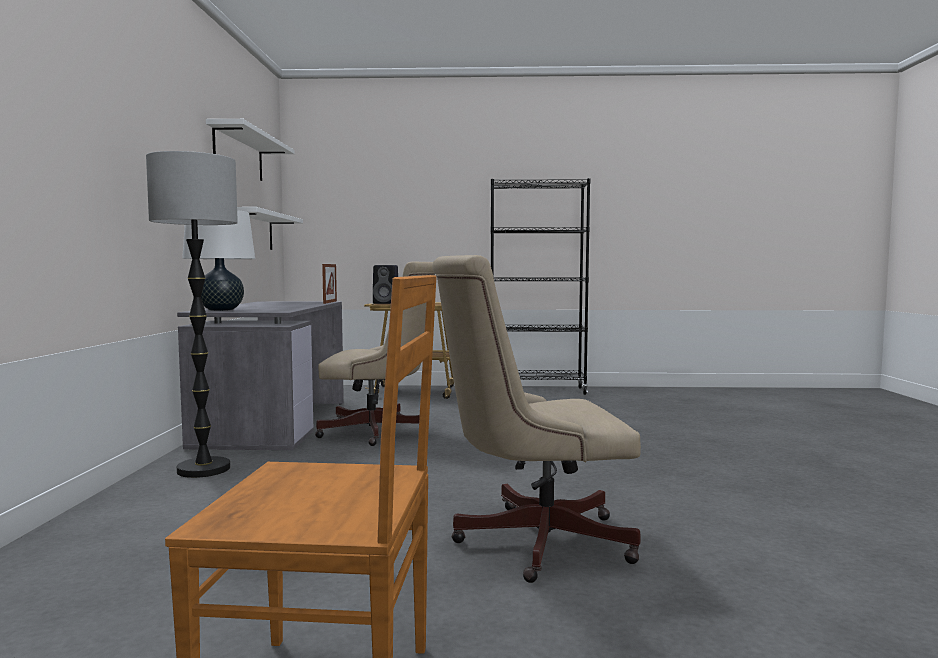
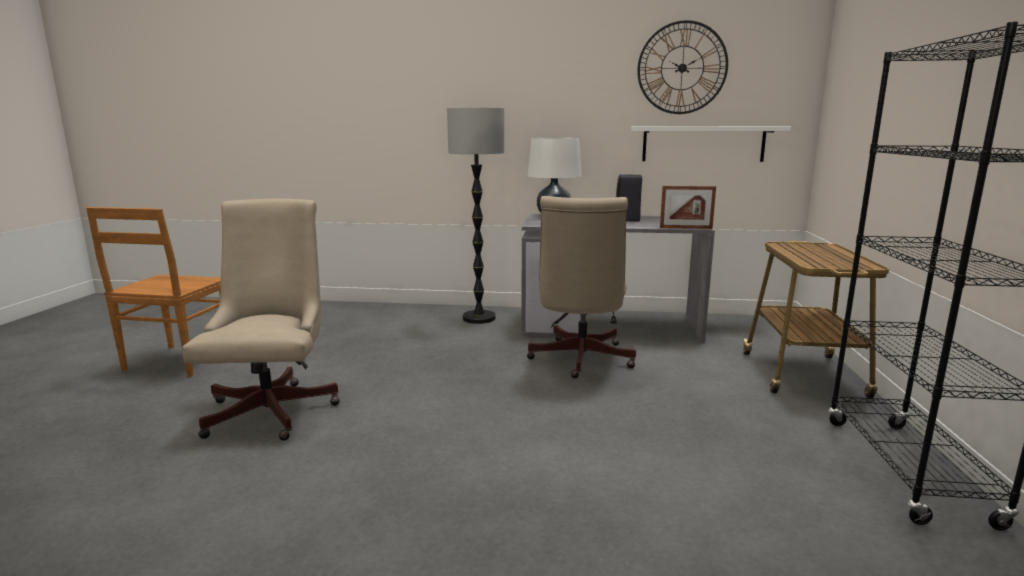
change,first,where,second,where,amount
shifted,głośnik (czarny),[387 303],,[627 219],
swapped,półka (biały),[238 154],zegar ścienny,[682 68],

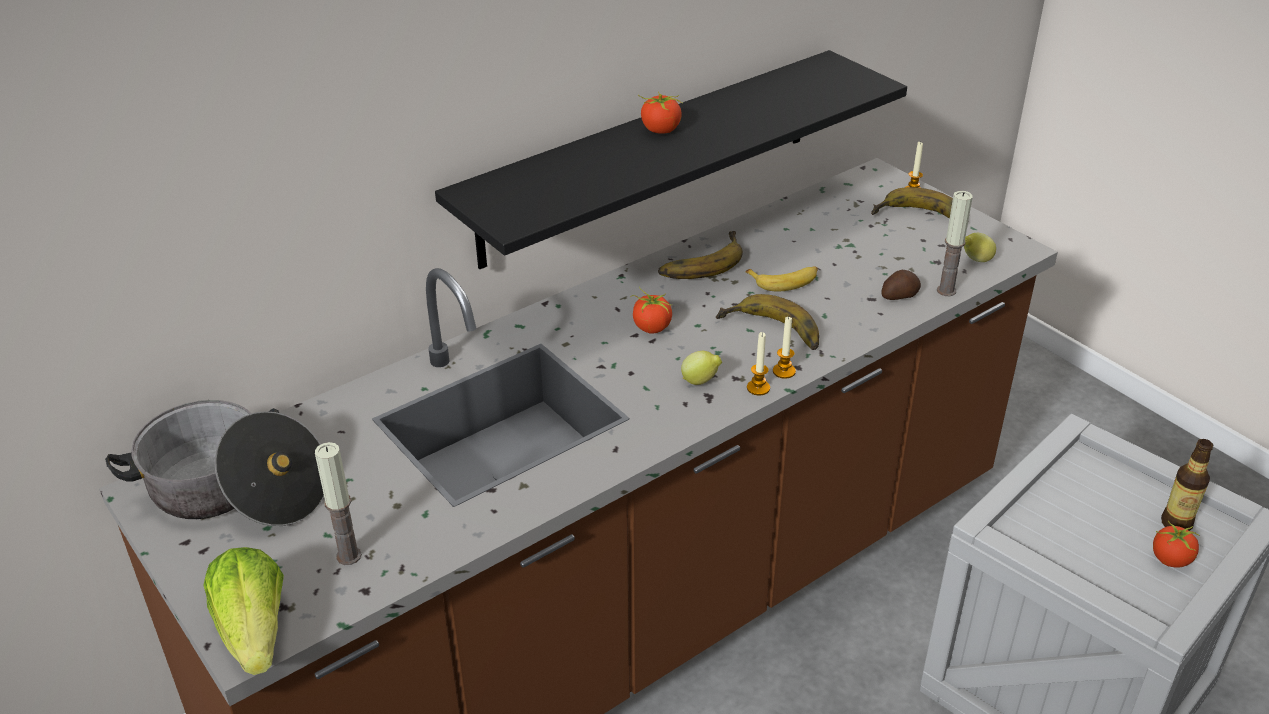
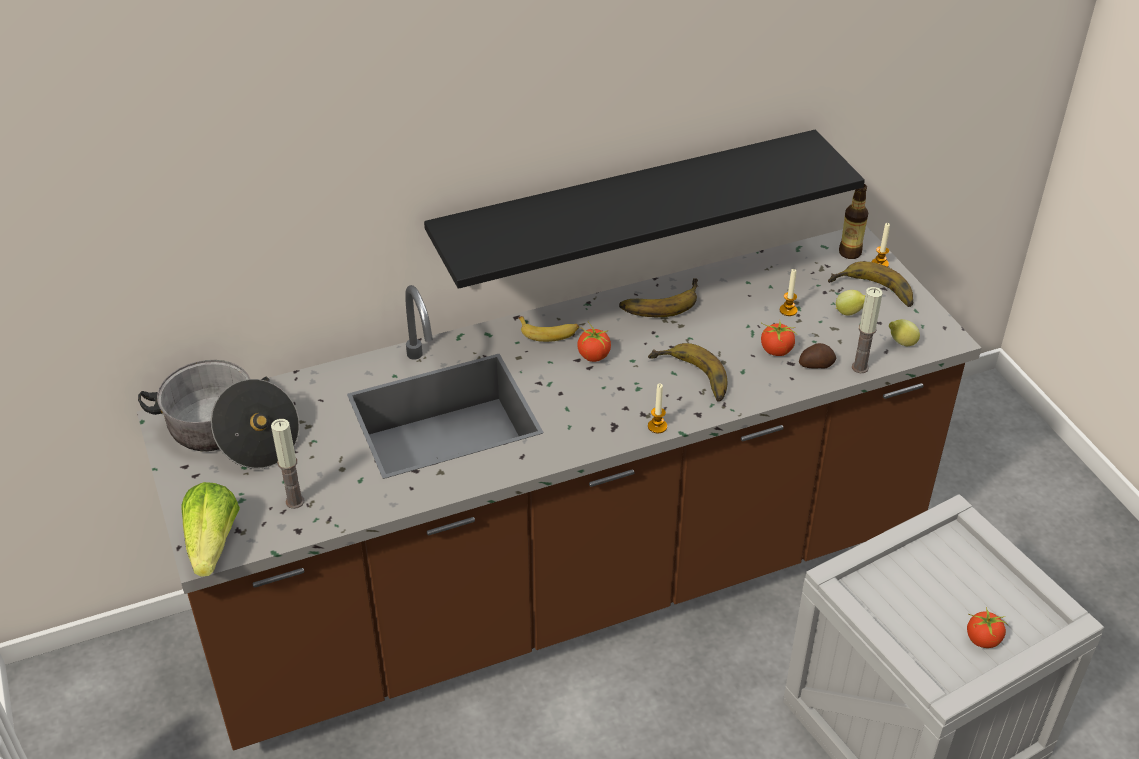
change,first,where,second,where,amount
shifted,banan,[785 281],,[549 332],
shifted,pomidor,[660 130],,[776 351],
shifted,świeca,[784 371],,[788 310],
shifted,cytryna,[701 381],,[849 313],
shifted,butelka,[1176 523],,[850 253],

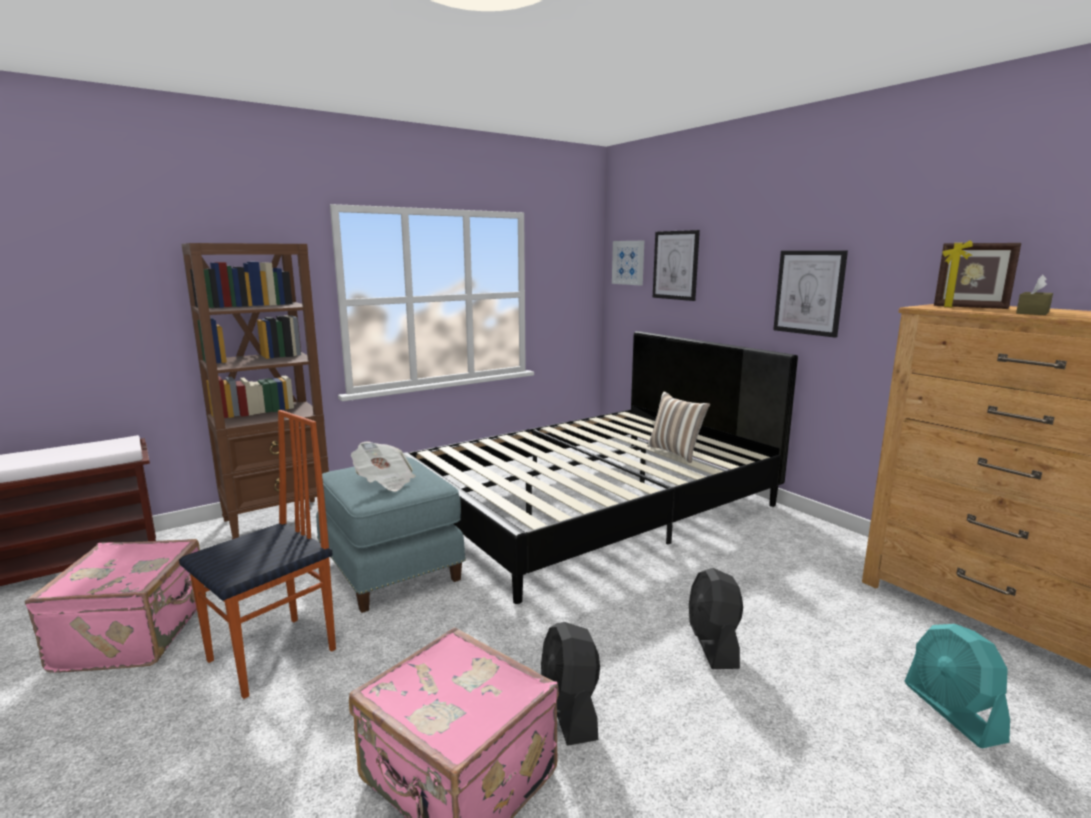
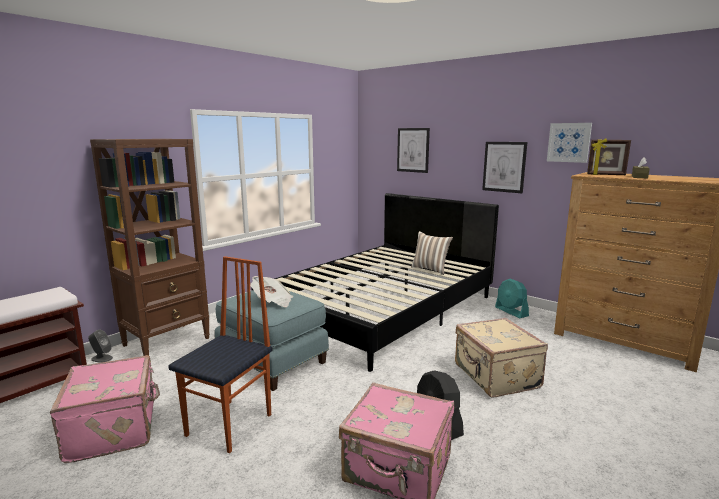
change,first,where,second,where,amount
new,,,głośnik (szary),[101 358],
swapped,wentylator (czarny),[713 644],walizka (beżowy),[495 377],
shifted,wentylator (turkusowy),[953 712],,[511 311],
shifted,obraz,[628 262],,[569 142],

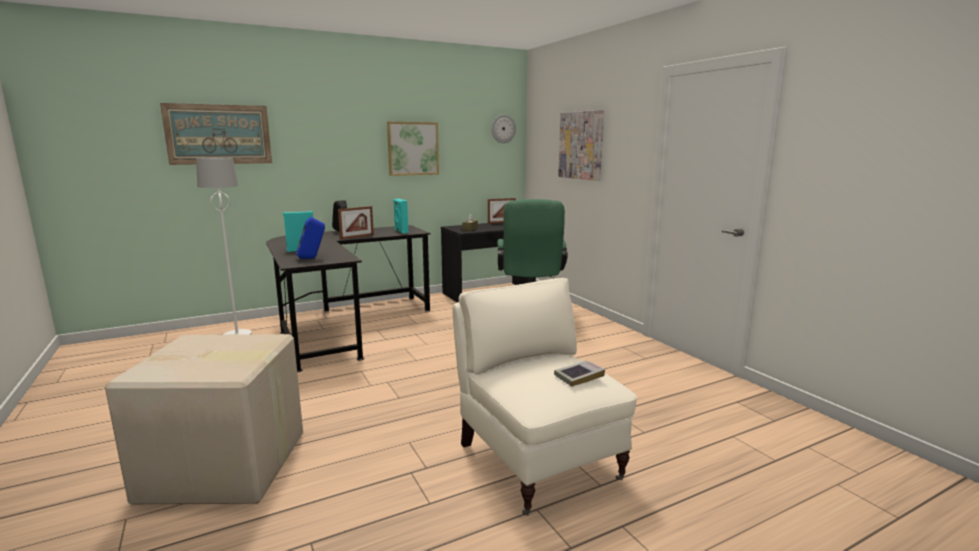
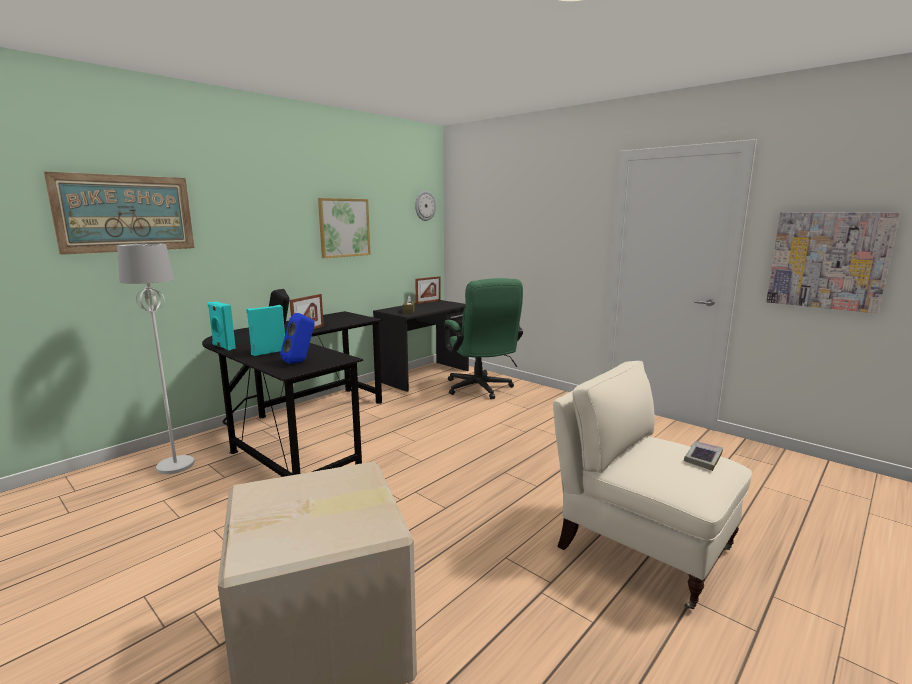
change,first,where,second,where,amount
shifted,głośnik (turkusowy),[400 231],,[223 347],
shifted,obraz,[581 145],,[828 260],

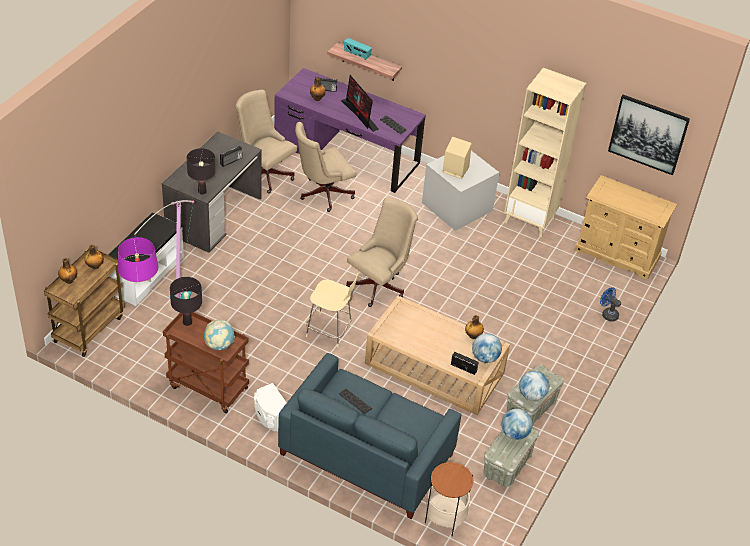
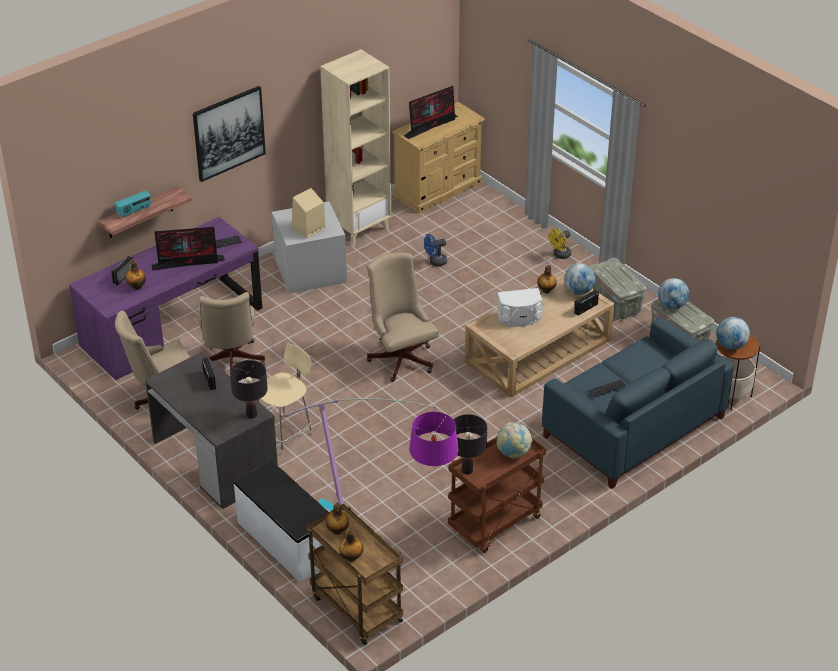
change,first,where,second,where,amount
shifted,obraz,[648 134],,[228 133],
shifted,krzesło (beżowy),[330 331],,[285 433],
new,,,monitor,[431 125],
shifted,wentylator (niebieski),[607 314],,[435 262],
shifted,głośnik (biały),[271 415],,[519 317],
new,,,wentylator (żółty),[560 255],
shifted,globus,[532 395],,[730 346],

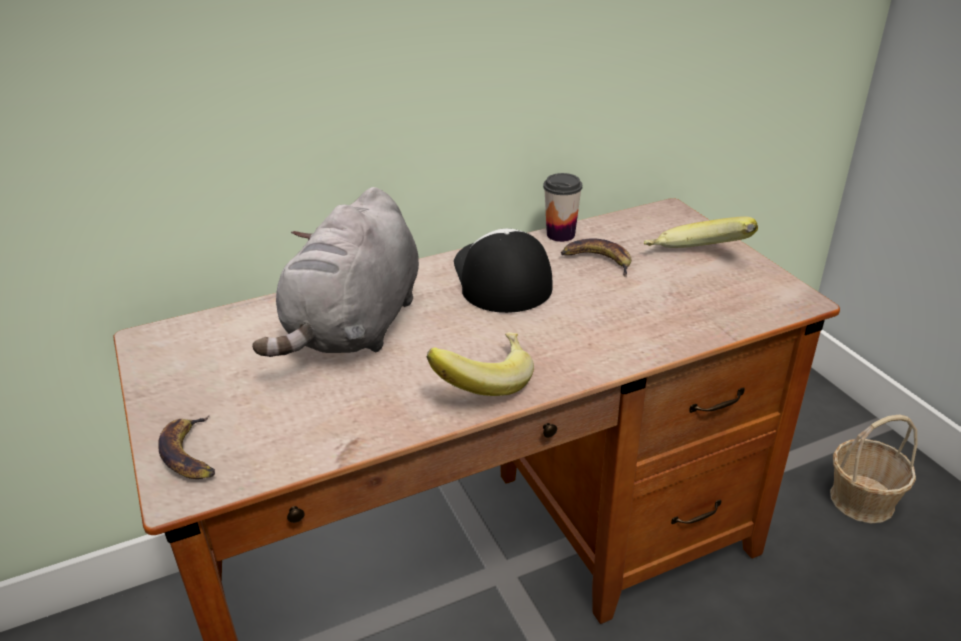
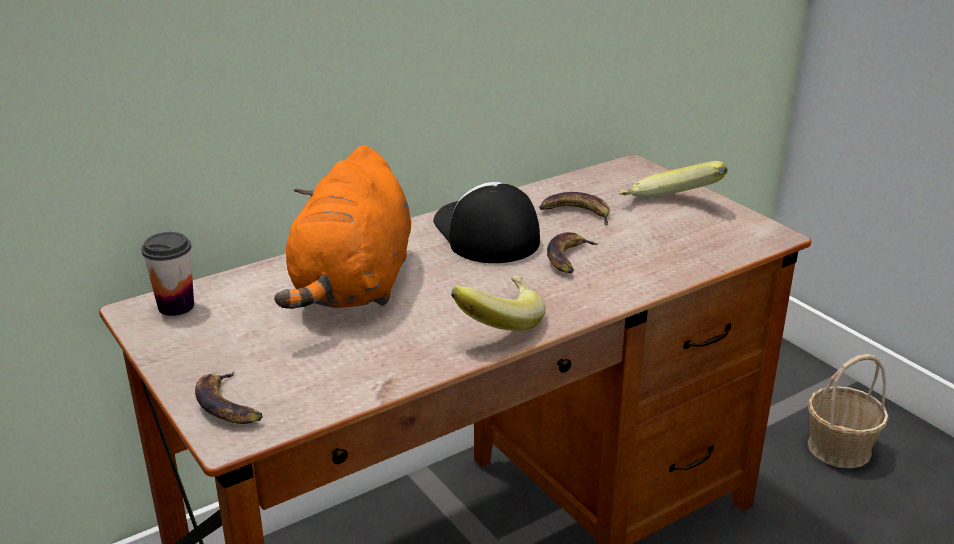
change,first,where,second,where,amount
shifted,filiżanka,[560 234],,[176 306],
repainted,pluszak (szary),[355 327],pluszak (pomarańczowy),[354 286],
new,,,banan,[569 258],

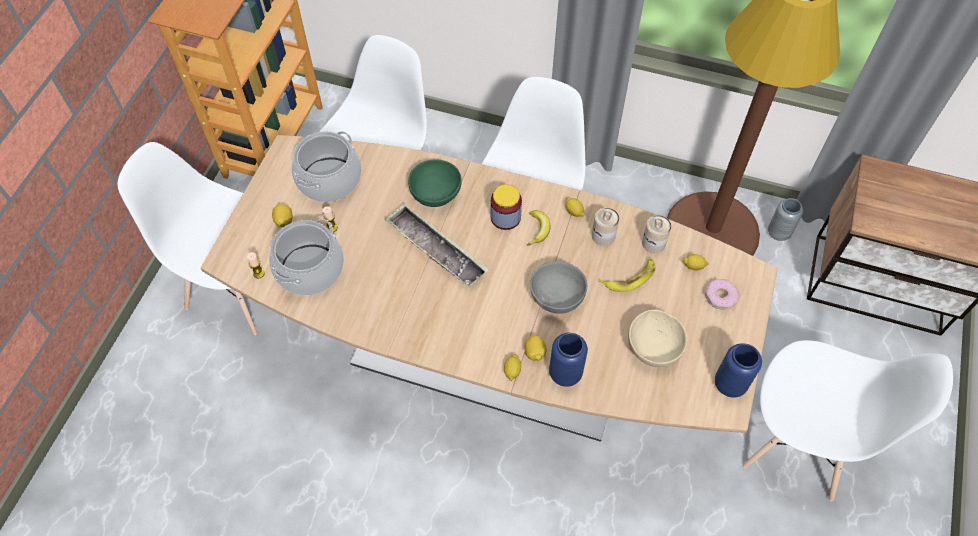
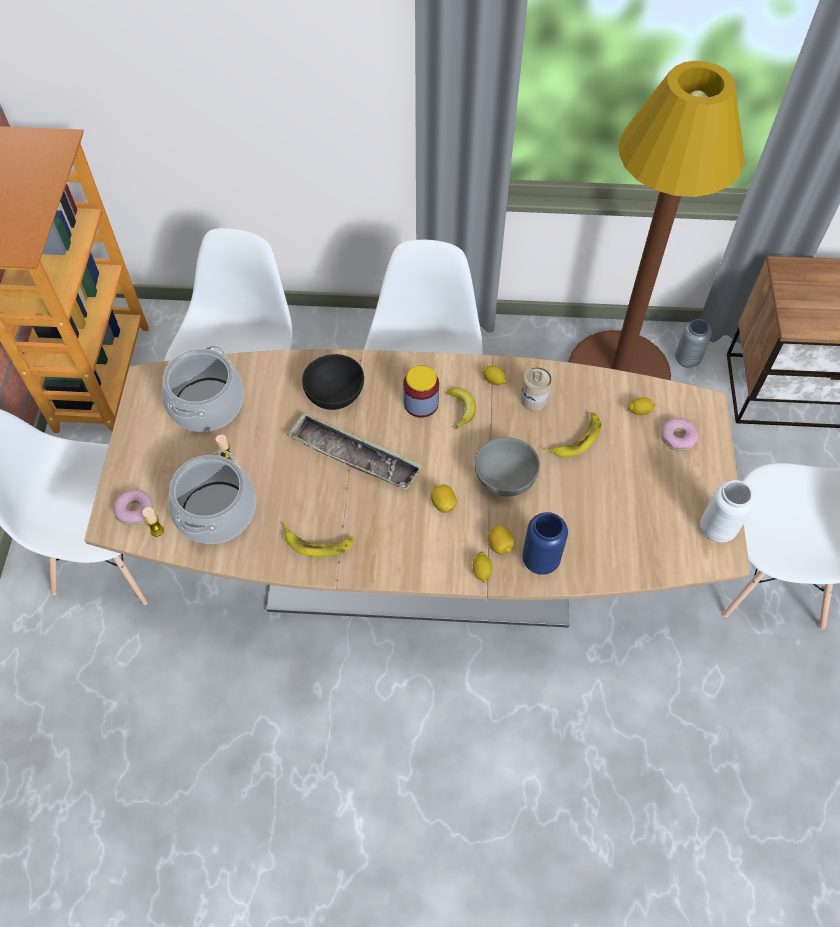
change,first,where,second,where,amount
new,,,donut,[134 510],
new,,,banan,[318 543],
repainted,miska (zielony),[437 195],miska (czarny),[336 395],
shifted,cytryna,[284 221],,[443 504],
repainted,wazon (niebieski),[730 384],wazon (biały),[717 529],
gone,miska (beżowy),[654 347],,,
gone,puszka,[653 243],,,

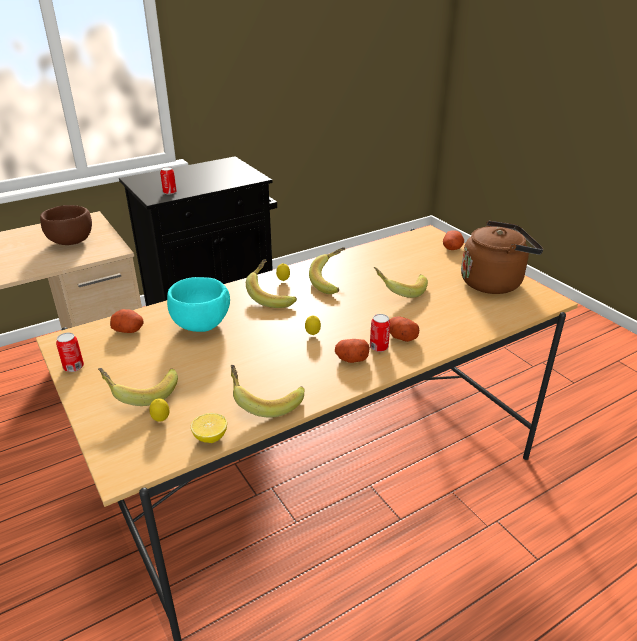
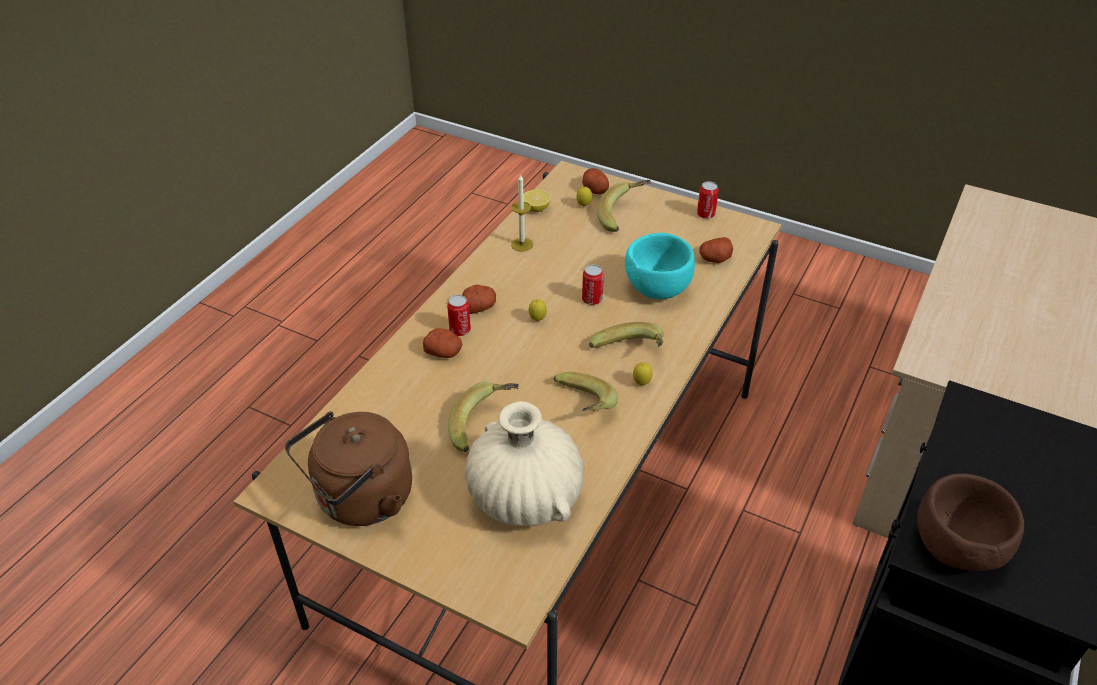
change,first,where,second,where,amount
new,,,wazon (beżowy),[525 497],
swapped,banan,[265 401],świeca,[522 244],
shifted,ziemniak,[452 248],,[594 189],
shifted,puszka,[169 192],,[592 299],
shifted,miska (brązowy),[71 242],,[955 548],

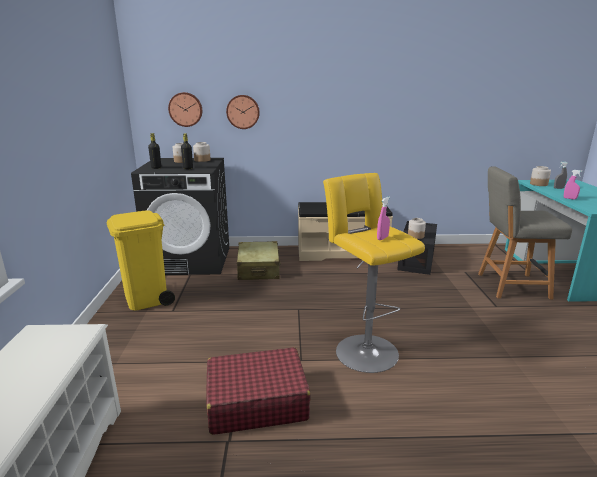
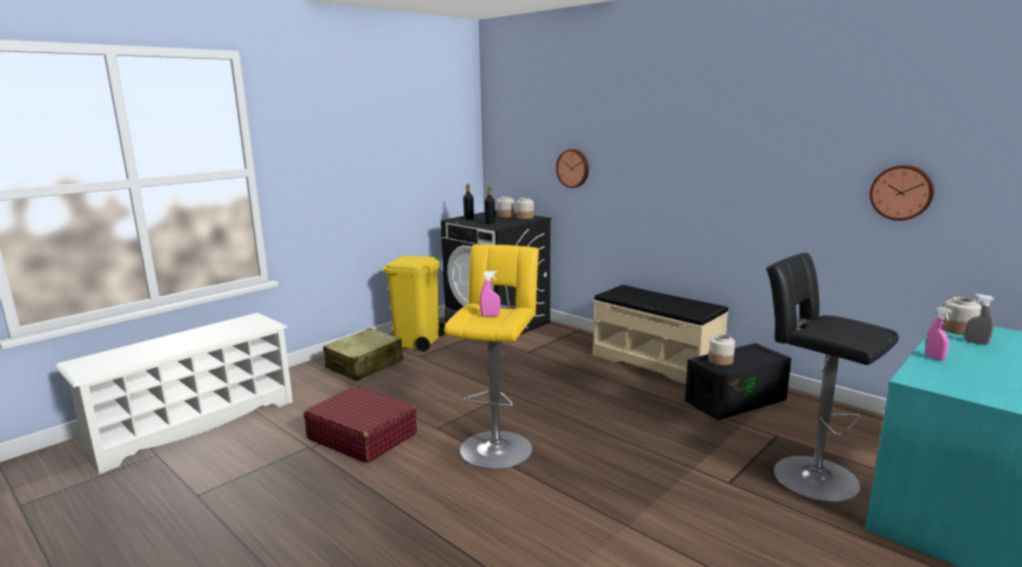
change,first,where,second,where,amount
shifted,walizka (beżowy),[258 269],,[365 365],
swapped,krzesło (szary),[510 286],stołek (czarny),[809 475],
shifted,zegar ścienny,[185 109],,[901 192],

